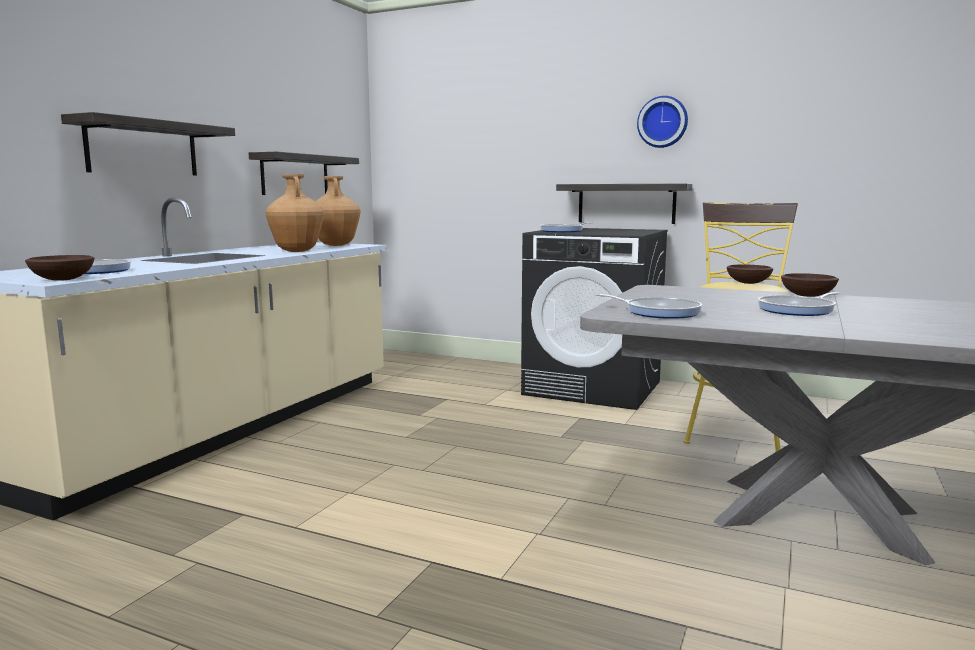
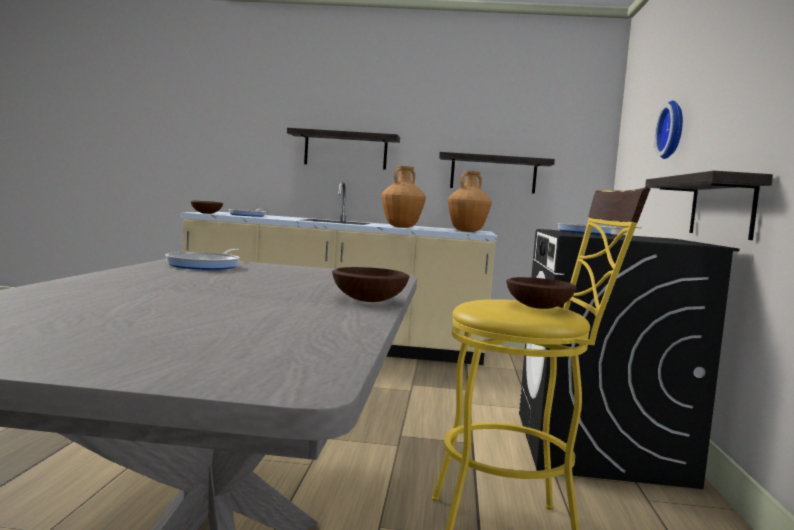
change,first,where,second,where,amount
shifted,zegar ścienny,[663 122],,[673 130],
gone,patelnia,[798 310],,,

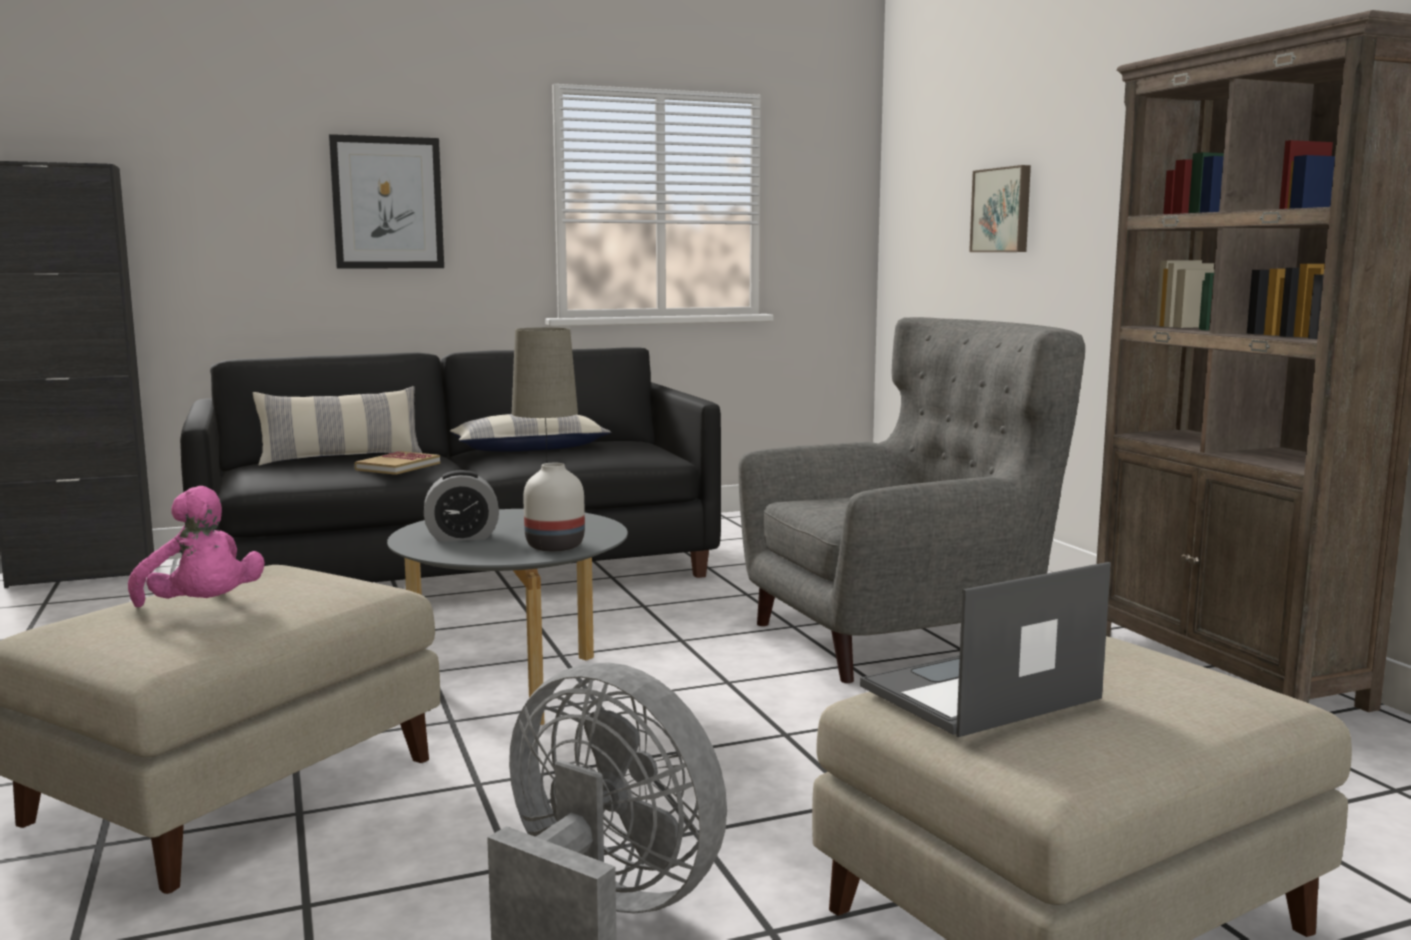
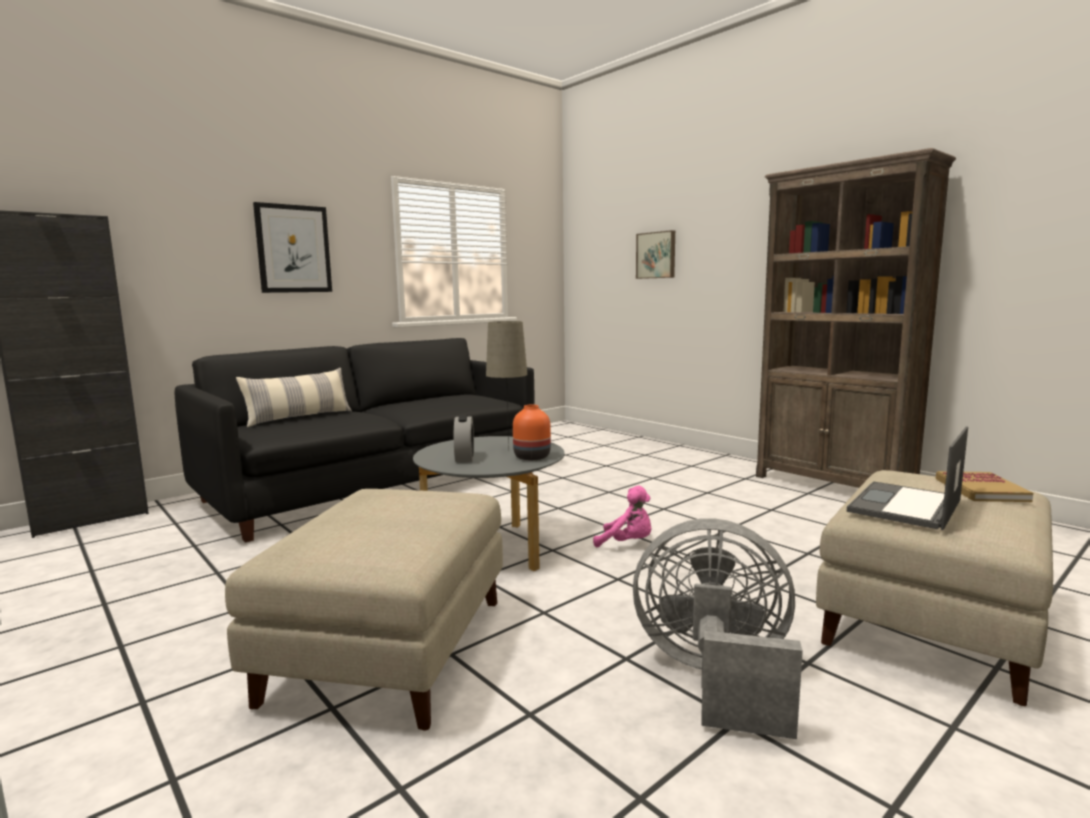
change,first,where,second,where,amount
rotated,budzik,[462 537],,[464 458],60 degrees counterclockwise
repainted,wazon (biały),[553 546],wazon (pomarańczowy),[531 457],
shifted,pluszak (różowy),[202 609],,[627 543],
shifted,książka,[398 466],,[981 490],
gone,poduszka,[530 449],,,
gone,fotel (szary),[900 636],,,

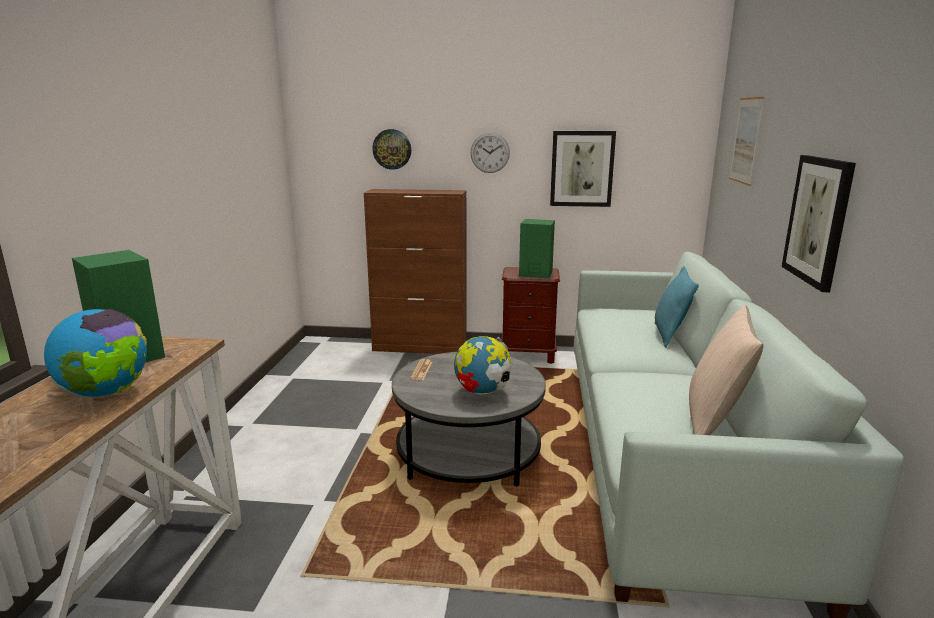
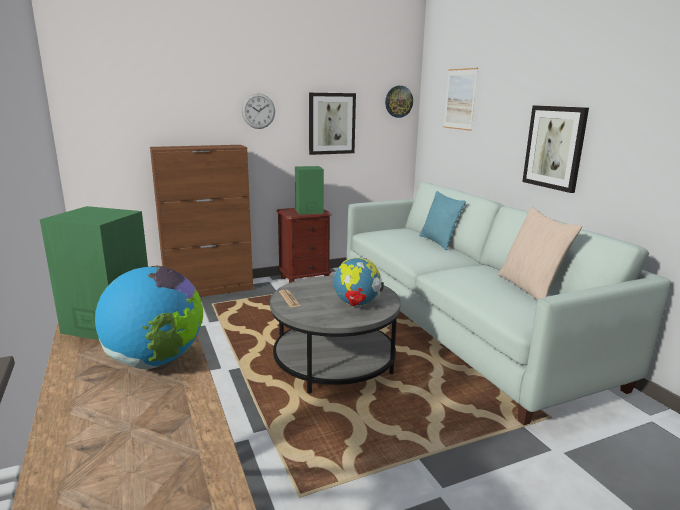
change,first,where,second,where,amount
shifted,zegar ścienny,[392 149],,[398 101],

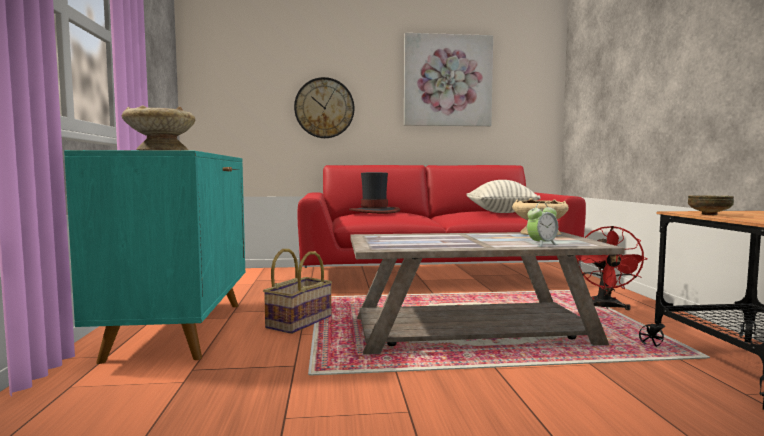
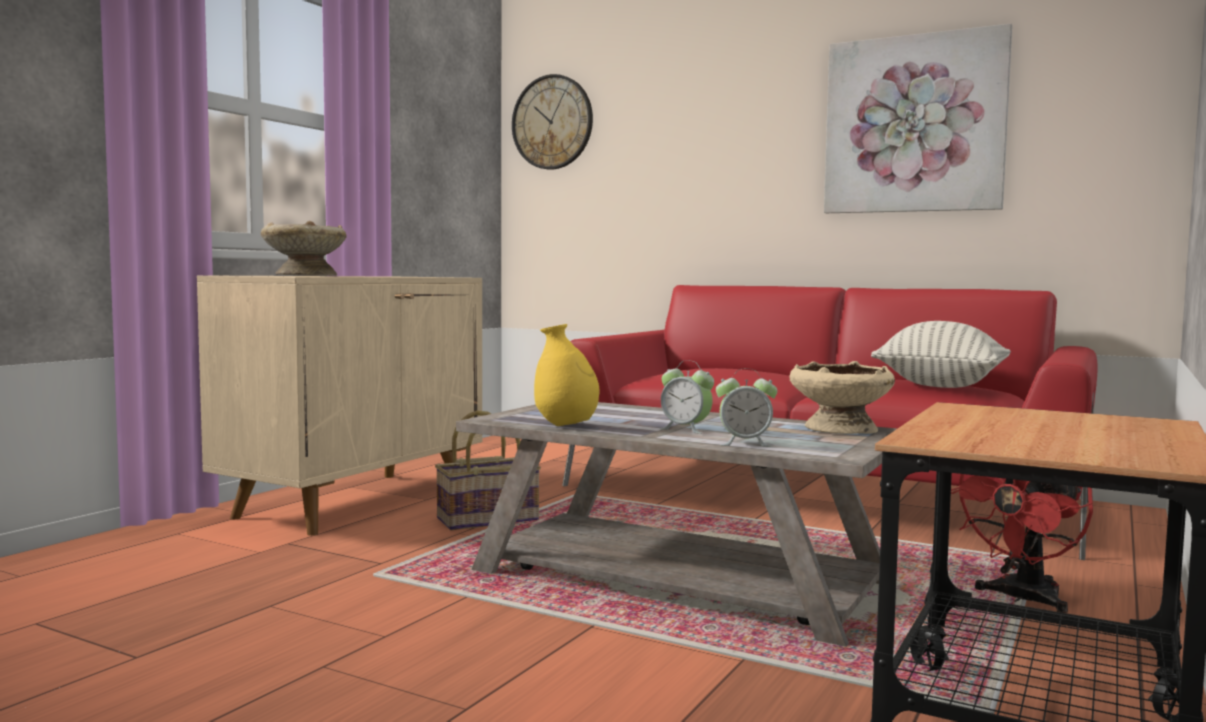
change,first,where,second,where,amount
repainted,szafka (turkusowy),[180 329],szafka (beżowy),[357 501],
shifted,zegar ścienny,[324 108],,[552 122],
new,,,wazon (żółty),[566 425],
new,,,budzik,[685 429],
gone,kapelusz,[374 211],,,
gone,miska,[709 214],,,

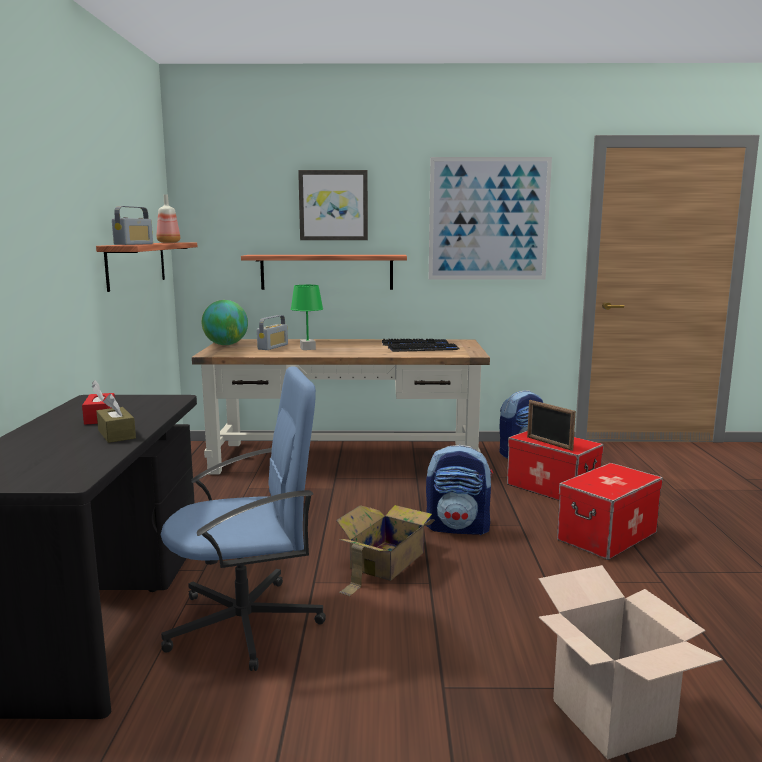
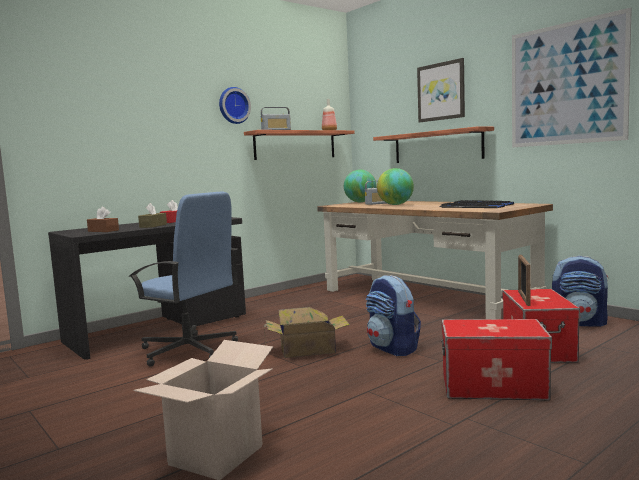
change,first,where,second,where,amount
new,,,pudełko chusteczek (brązowy),[103 231],
new,,,zegar ścienny,[233 105],
swapped,lampa stołowa (zielony),[308 348],globus,[395 204],

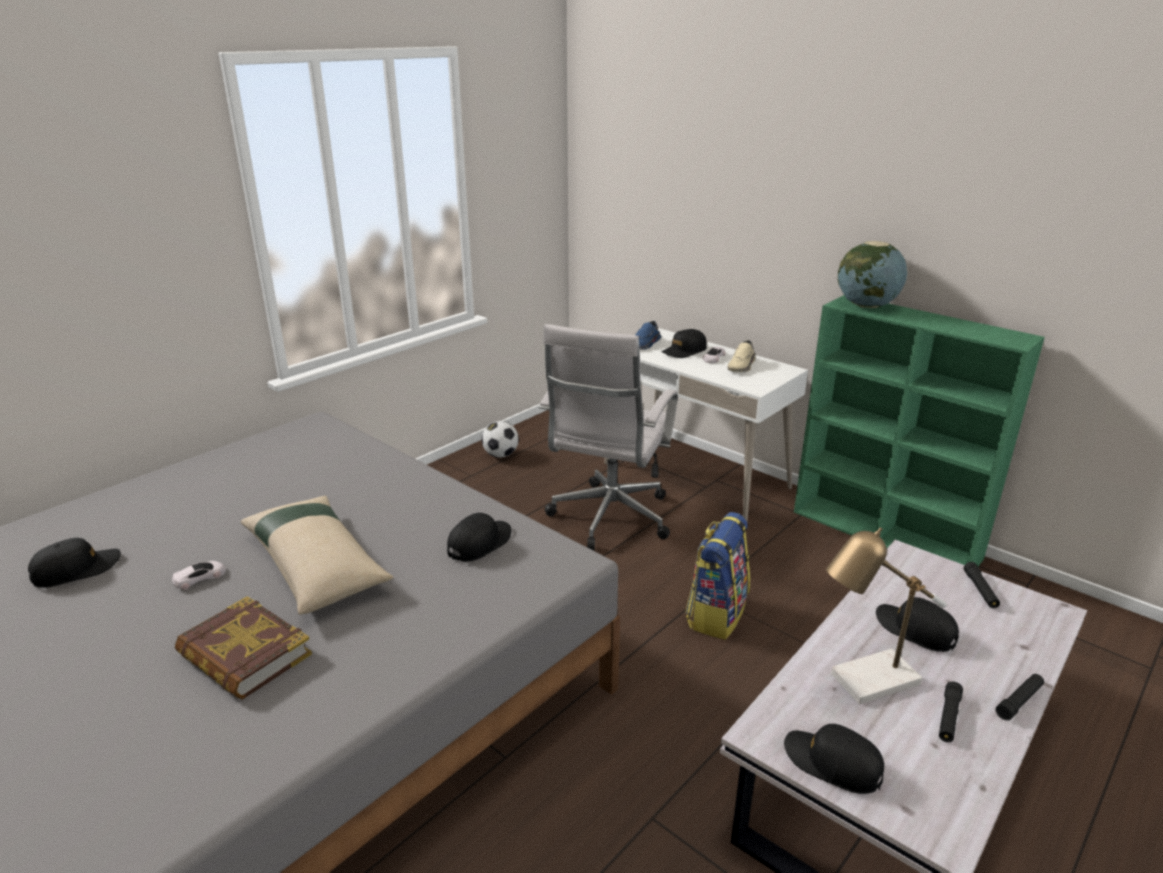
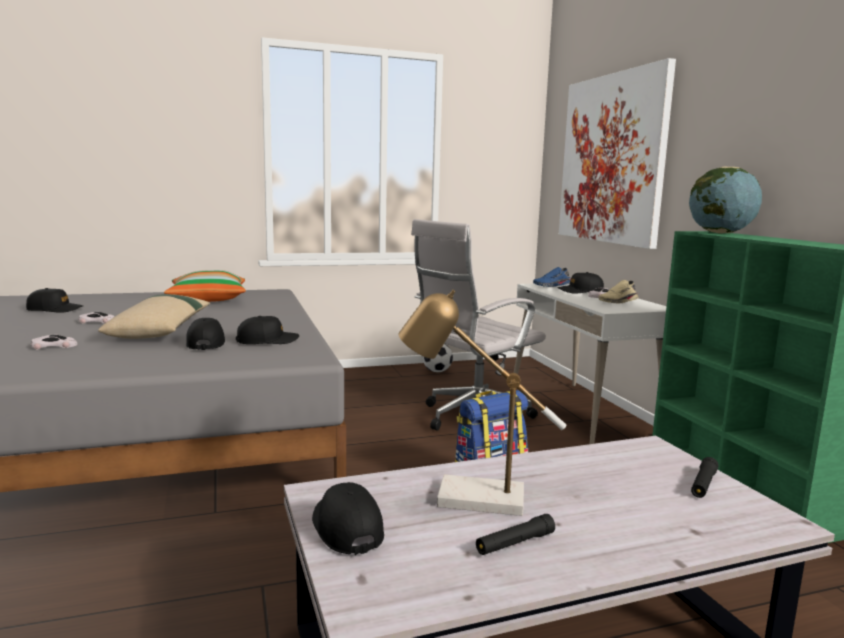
change,first,where,second,where,amount
swapped,książka,[244 655],samochodzik (biały),[54 346],
new,,,poduszka,[207 299],
shifted,czapka z daszkiem (czarny),[915 630],,[206 343],
new,,,obraz,[612 159],
gone,latarka (czarny),[1019 701],,,

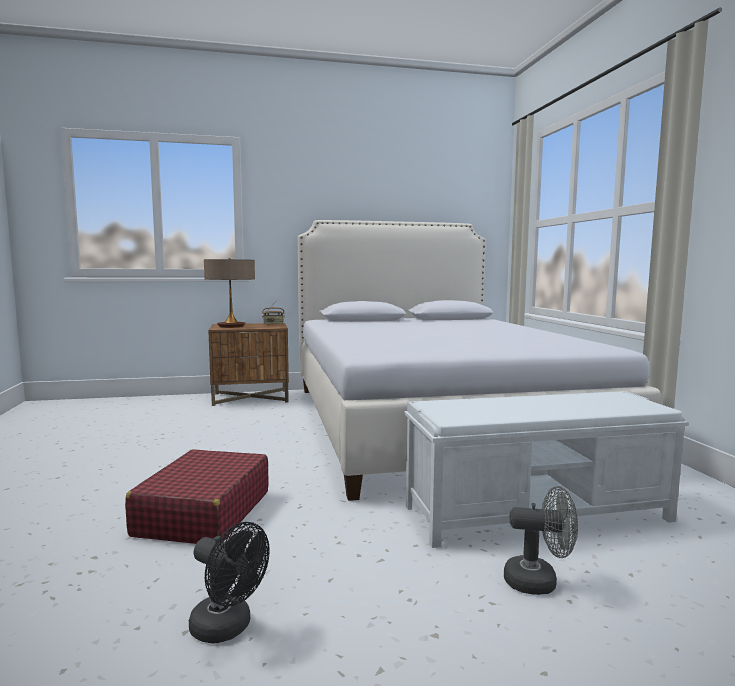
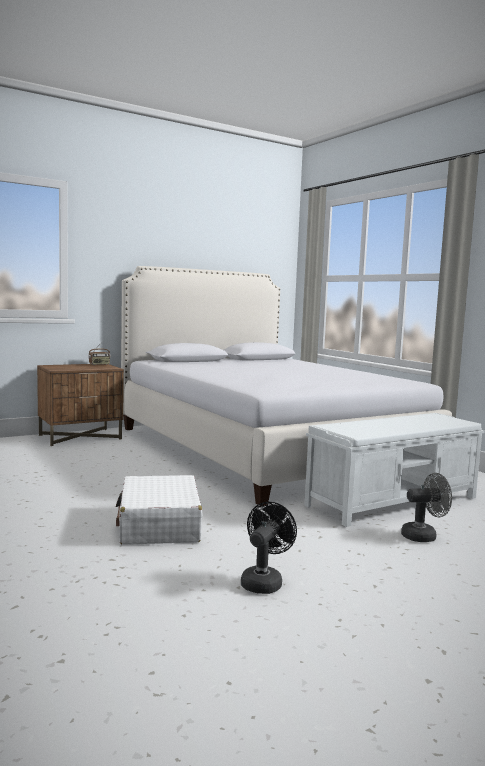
change,first,where,second,where,amount
repainted,walizka (czerwony),[203 513],walizka (biały),[159 524],
rotated,wentylator (czarny),[228 628],,[264 581],75 degrees counterclockwise
gone,lampa stołowa,[231 326],,,

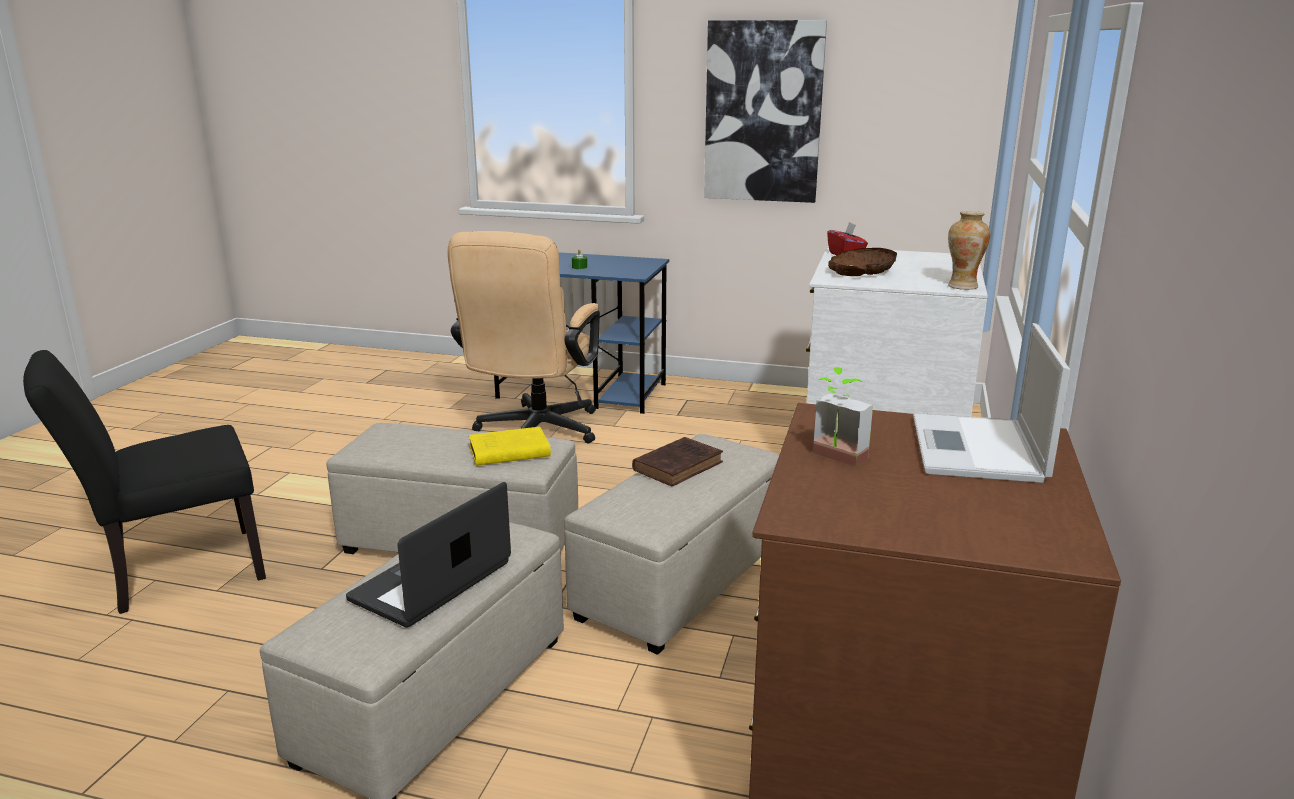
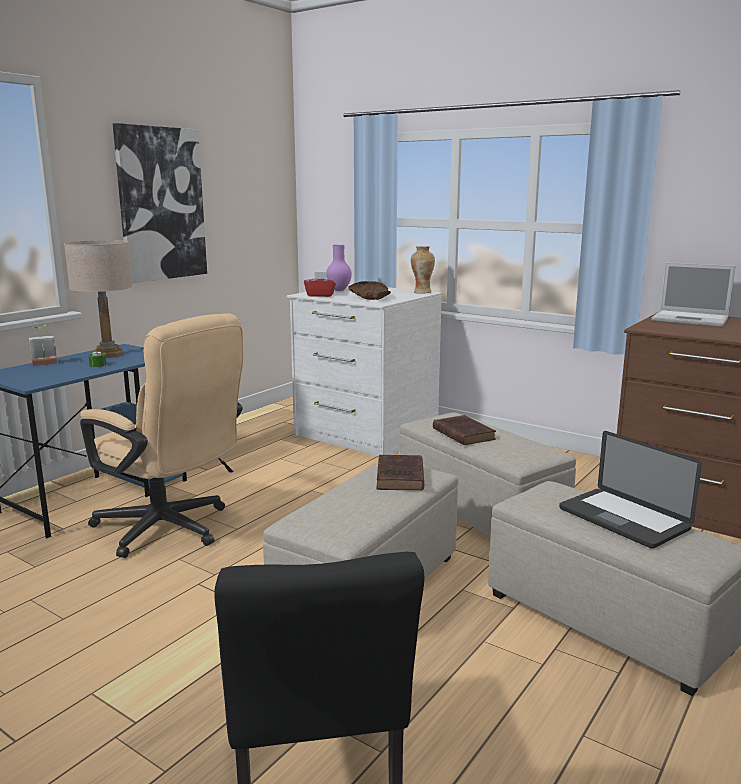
change,first,where,second,where,amount
shifted,roślina doniczkowa,[834 459],,[45 364],
new,,,lampa stołowa (beżowy),[108 354],
new,,,wazon (fioletowy),[338 290],
repainted,książka (żółty),[507 452],książka (brązowy),[400 478],

